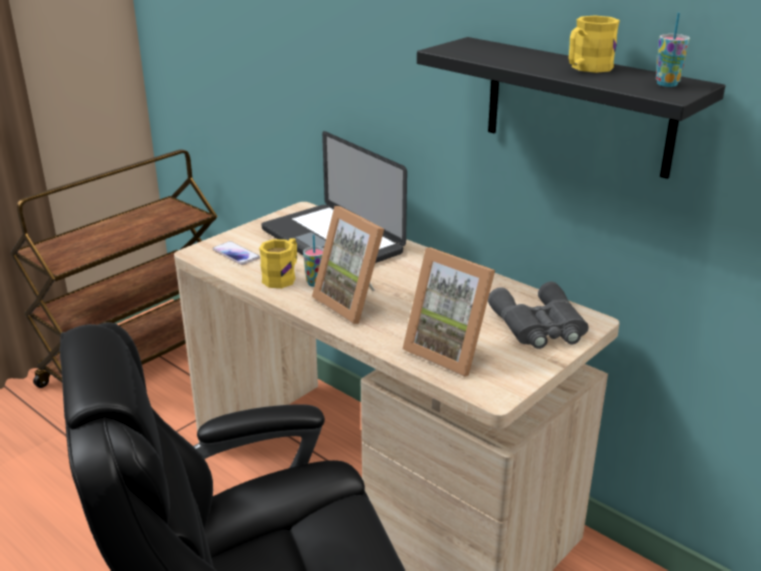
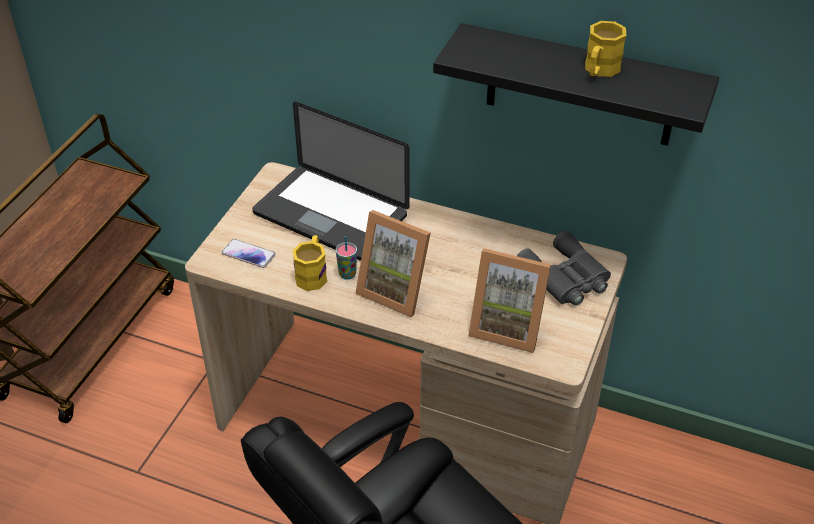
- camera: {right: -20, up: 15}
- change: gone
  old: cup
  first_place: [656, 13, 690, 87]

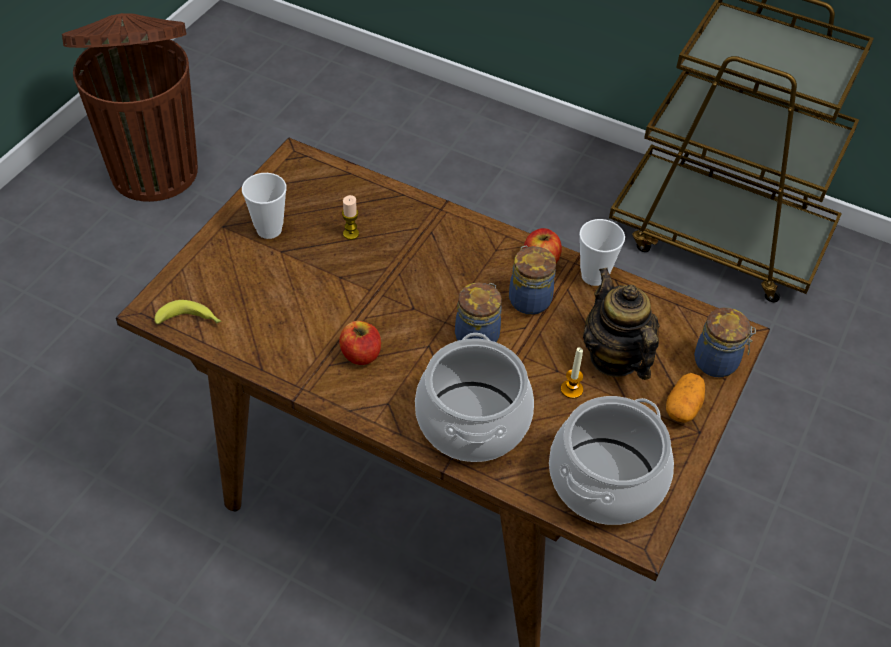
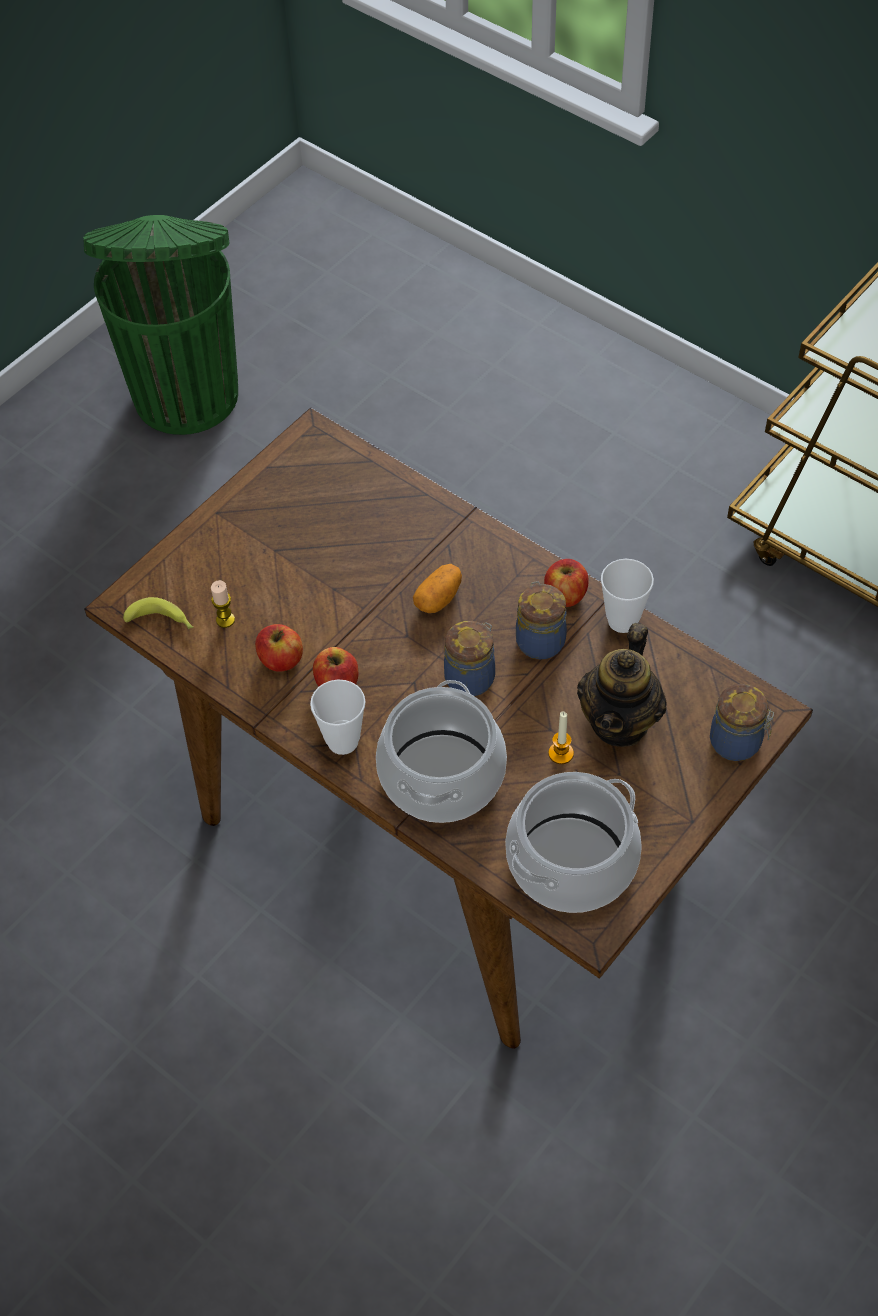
- camera: {right: 15, up: 5}
- change: new
  new: apple
  second_place: [255, 624, 303, 672]
- change: shifted
  old: cup
  first_place: [242, 173, 287, 239]
  second_place: [310, 680, 366, 755]
- change: shifted
  old: candle
  first_place: [342, 195, 359, 240]
  second_place: [211, 580, 235, 628]
- change: shifted
  old: potato
  first_place: [666, 373, 705, 423]
  second_place: [413, 564, 462, 613]
- change: repainted
  old: brown trash can
  new: green trash can
  first_place: [62, 13, 198, 202]
  second_place: [83, 215, 238, 435]
- change: rotated
  old: teapot
  first_place: [583, 268, 659, 380]
  second_place: [577, 623, 667, 747]
  degrees: -150

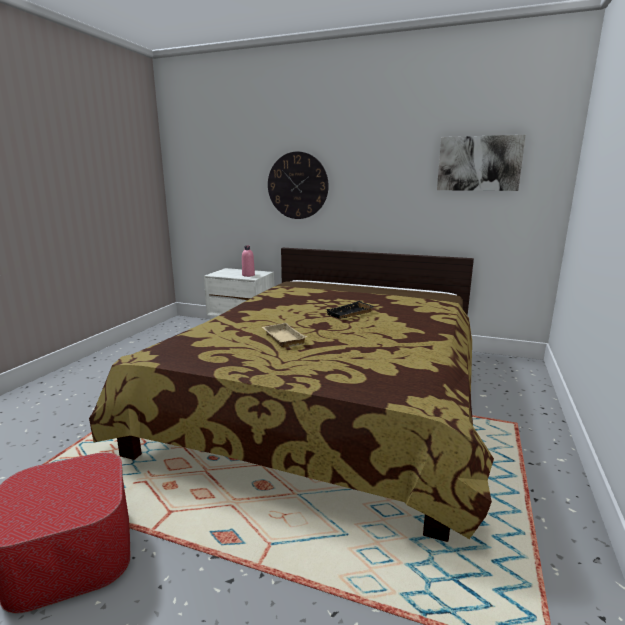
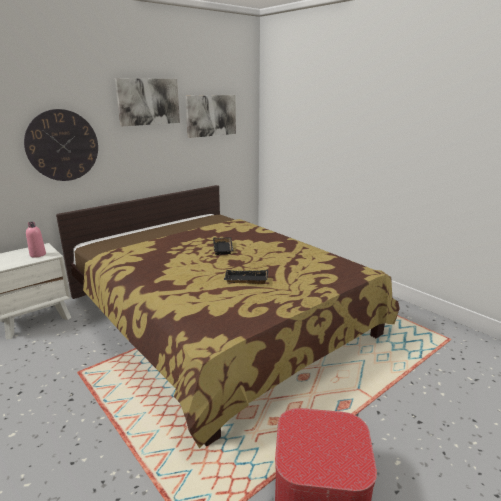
- camera: {right: -60, up: 5}
- change: new
  new: picture
  second_place: [115, 78, 180, 126]
- change: repainted
  old: beige tray
  new: black tray
  first_place: [262, 323, 307, 348]
  second_place: [224, 270, 268, 284]

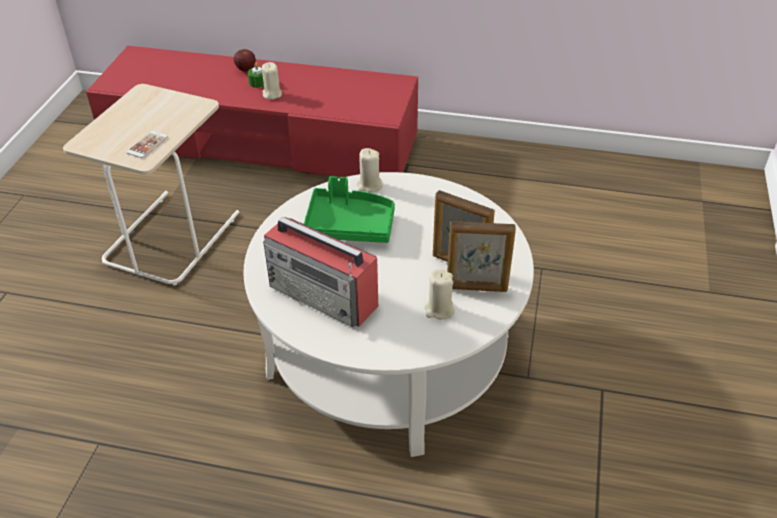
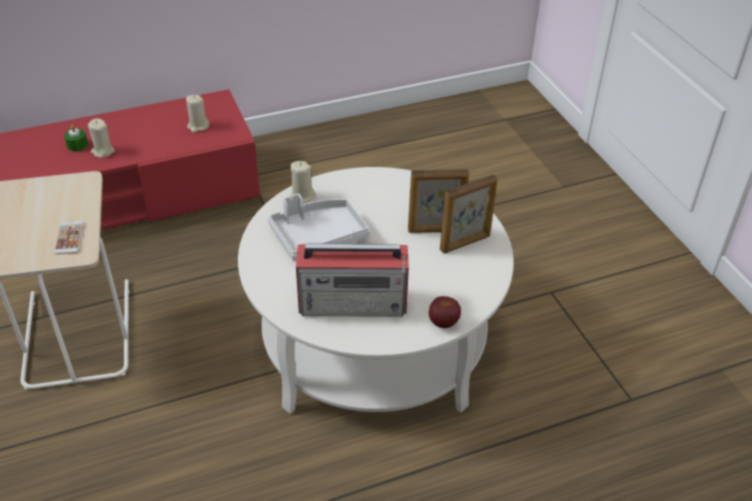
- camera: {right: -35, up: 0}
- change: shifted
  old: apple
  first_place: [234, 49, 256, 72]
  second_place: [429, 296, 461, 328]
- change: shifted
  old: beige candle
  first_place: [424, 269, 455, 320]
  second_place: [186, 95, 210, 133]
- change: repainted
  old: green tray
  new: grey tray
  first_place: [304, 176, 395, 243]
  second_place: [268, 194, 370, 261]

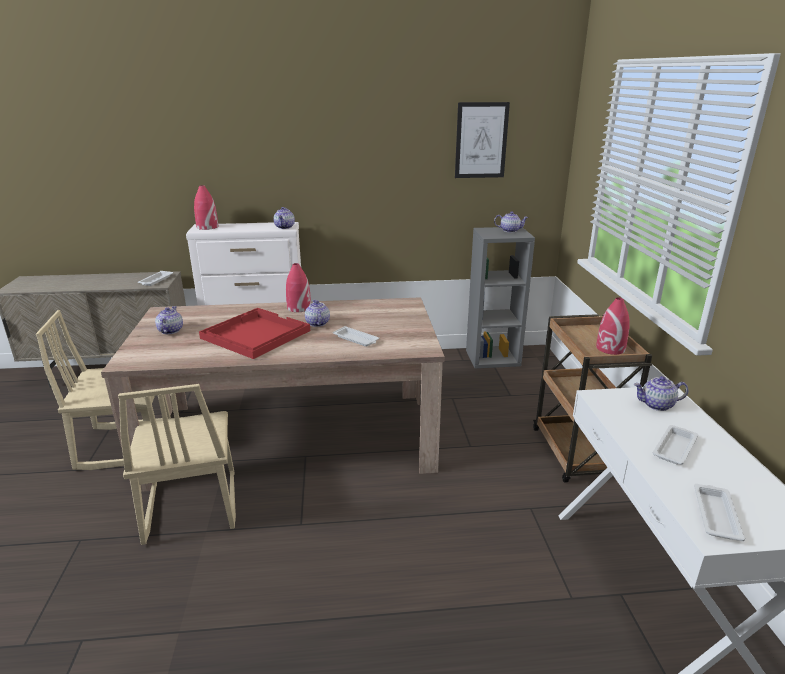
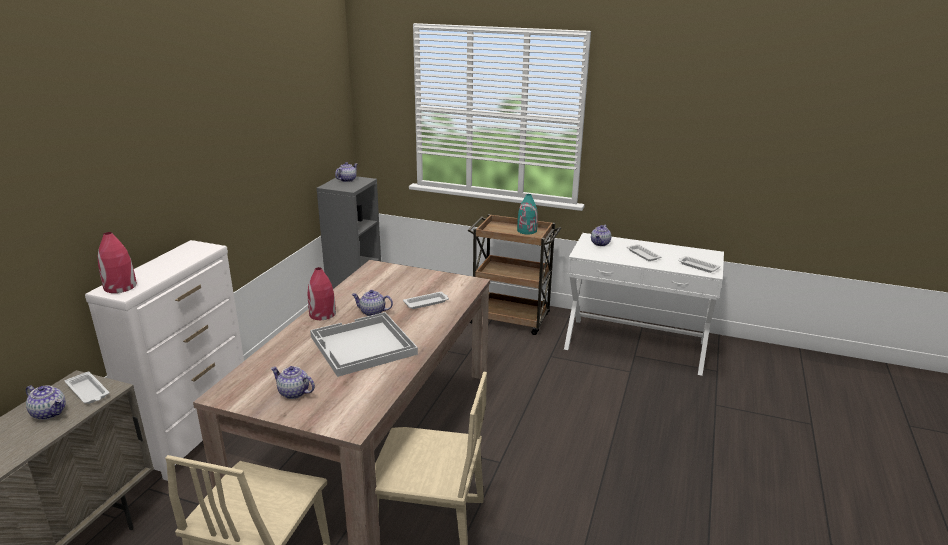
- camera: {right: -65, up: 0}
- change: gone
  old: picture
  first_place: [455, 102, 510, 178]
- change: shifted
  old: teapot
  first_place: [274, 207, 295, 229]
  second_place: [26, 385, 66, 420]
- change: repainted
  old: red tray
  new: white tray
  first_place: [199, 308, 310, 359]
  second_place: [310, 312, 418, 377]
- change: repainted
  old: red vase
  new: turquoise vase
  first_place: [596, 297, 630, 355]
  second_place: [517, 194, 538, 234]

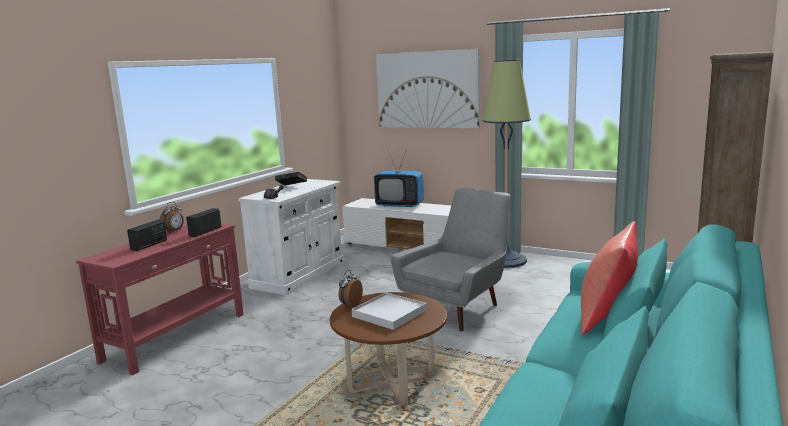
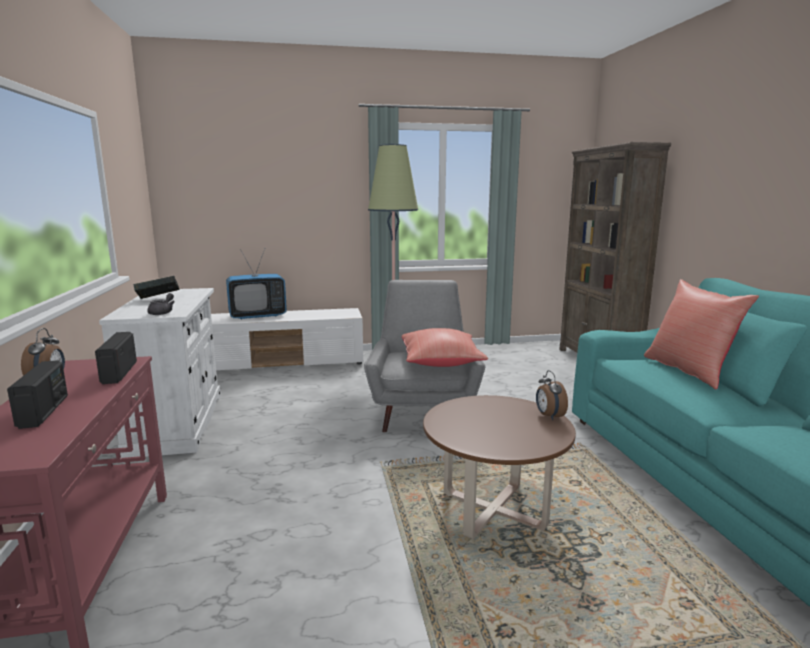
- camera: {right: -40, up: 0}
- change: gone
  old: white tray
  first_place: [352, 292, 427, 330]
- change: gone
  old: picture
  first_place: [376, 49, 480, 128]
- change: new
  new: red pillow
  second_place: [402, 328, 488, 367]
- change: shifted
  old: alarm clock
  first_place: [338, 270, 363, 307]
  second_place: [536, 370, 568, 420]

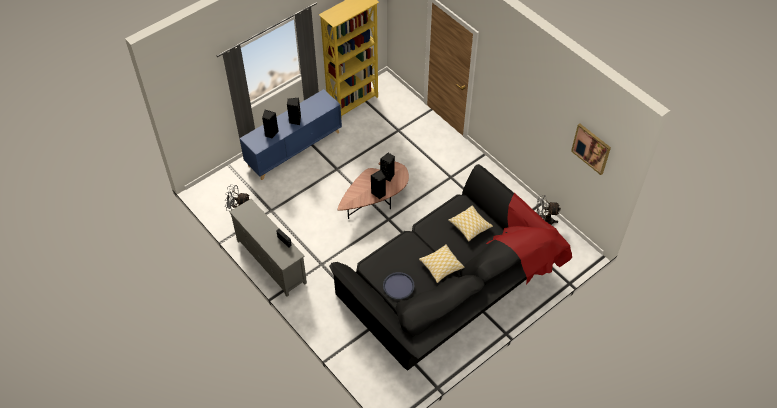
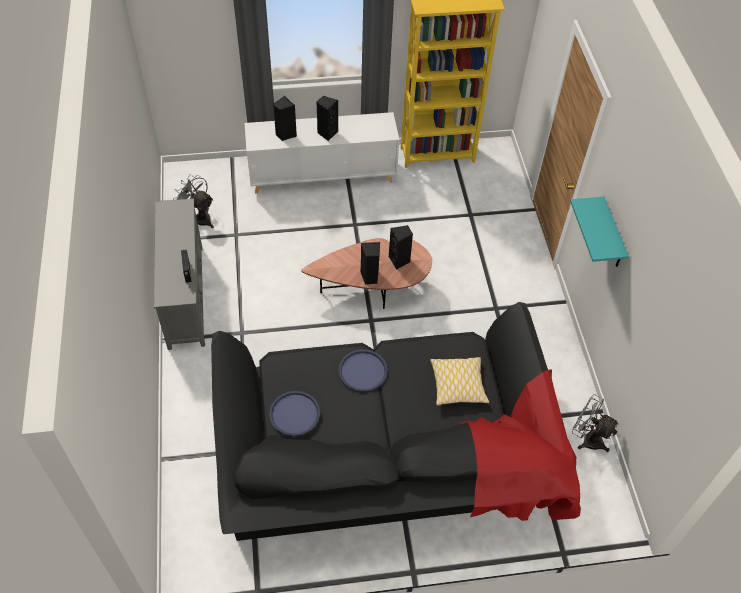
- camera: {right: 30, up: 0}
- change: gone
  old: pillow
  first_place: [419, 244, 465, 283]
- change: gone
  old: picture
  first_place: [571, 124, 611, 175]
- change: new
  new: blue tray
  second_place: [339, 349, 388, 391]
- change: new
  new: turquoise shelf
  second_place: [570, 196, 629, 267]
- change: repainted
  old: blue cabinet
  new: white cabinet
  first_place: [240, 89, 342, 180]
  second_place: [244, 112, 399, 194]

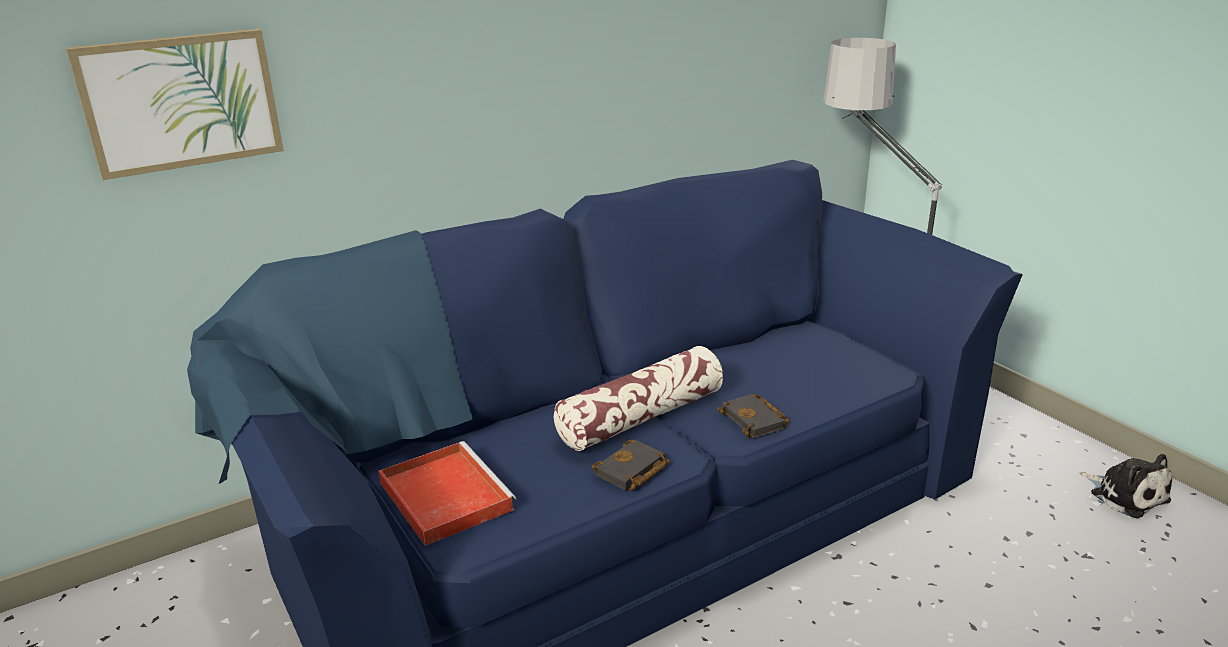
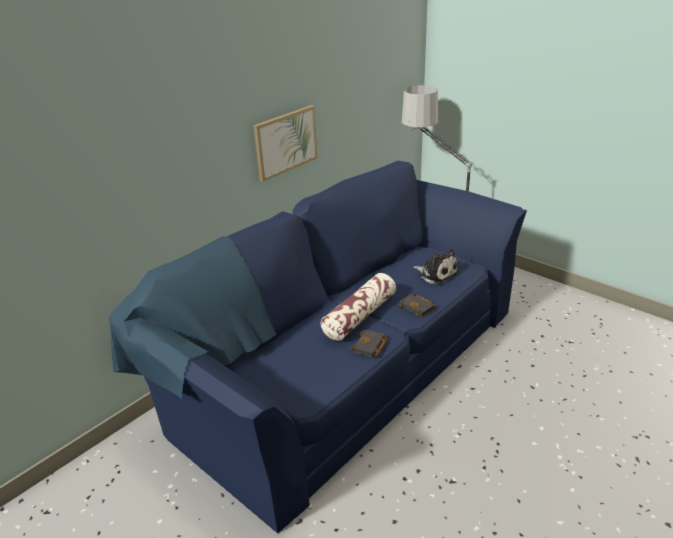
- camera: {right: -15, up: 5}
- change: gone
  old: red tray
  first_place: [379, 441, 516, 546]
- change: shifted
  old: picture
  first_place: [66, 29, 284, 180]
  second_place: [253, 105, 317, 182]
- change: shifted
  old: plush toy
  first_place: [1080, 454, 1173, 518]
  second_place: [413, 249, 458, 285]

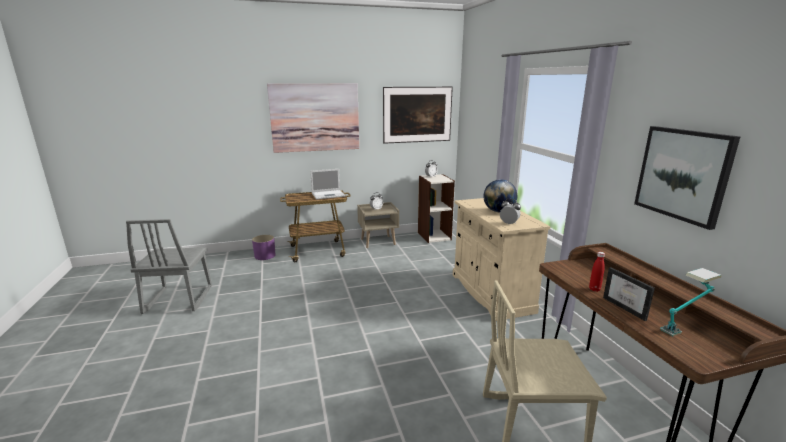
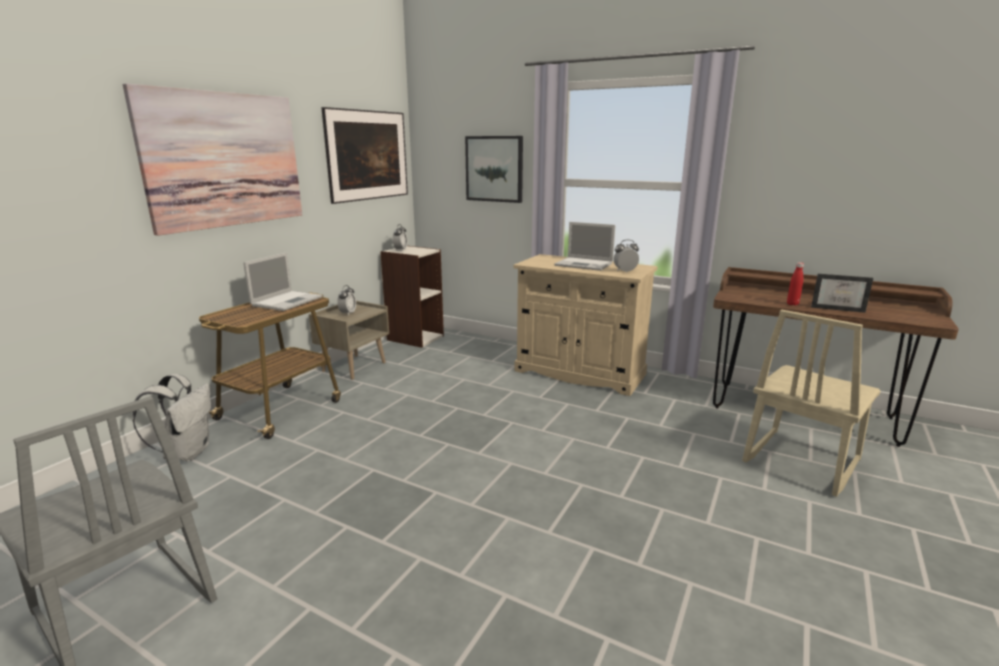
- camera: {right: -45, up: 0}
- change: gone
  old: table lamp
  first_place: [660, 268, 722, 336]
- change: shifted
  old: picture
  first_place: [634, 126, 740, 230]
  second_place: [465, 136, 523, 203]
- change: swapped
  old: purple planter
  new: white backpack
  first_place: [252, 235, 276, 260]
  second_place: [133, 374, 211, 461]
- change: swapped
  old: globe
  new: laptop
  first_place: [484, 179, 517, 212]
  second_place: [554, 222, 615, 271]

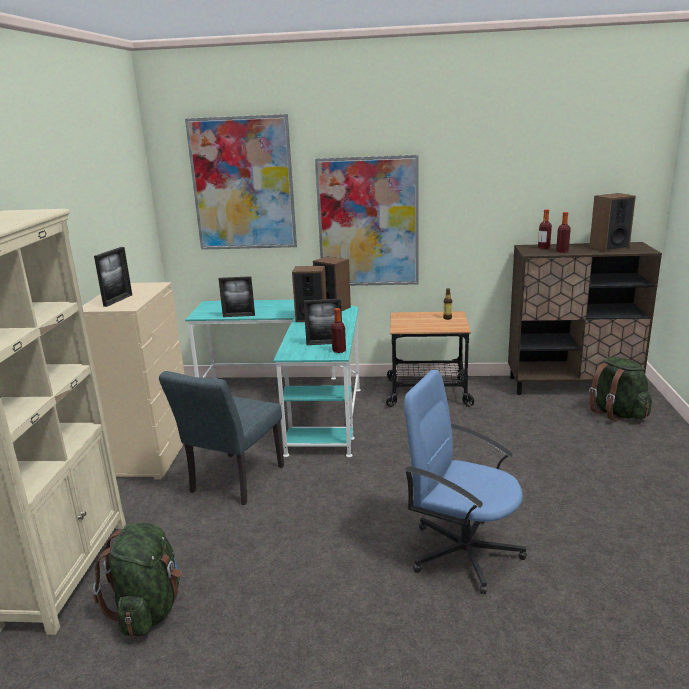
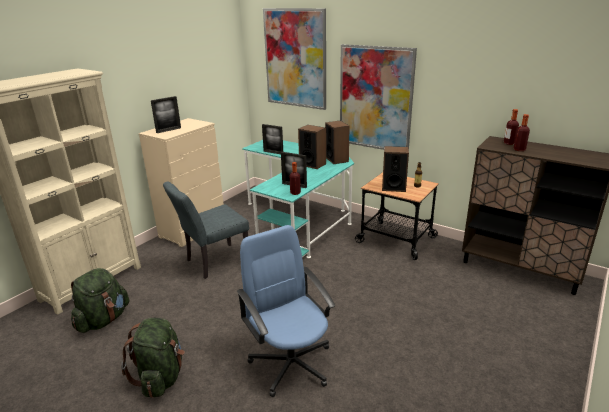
- camera: {right: 30, up: 5}
- change: shifted
  old: speaker
  first_place: [589, 193, 636, 252]
  second_place: [382, 146, 409, 192]
- change: shifted
  old: green backpack
  first_place: [589, 357, 652, 421]
  second_place: [121, 318, 185, 398]

